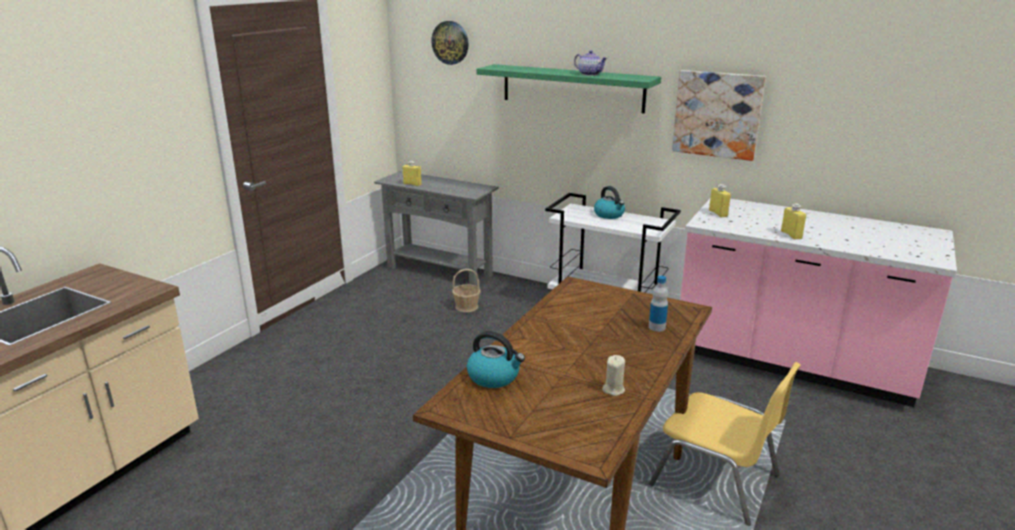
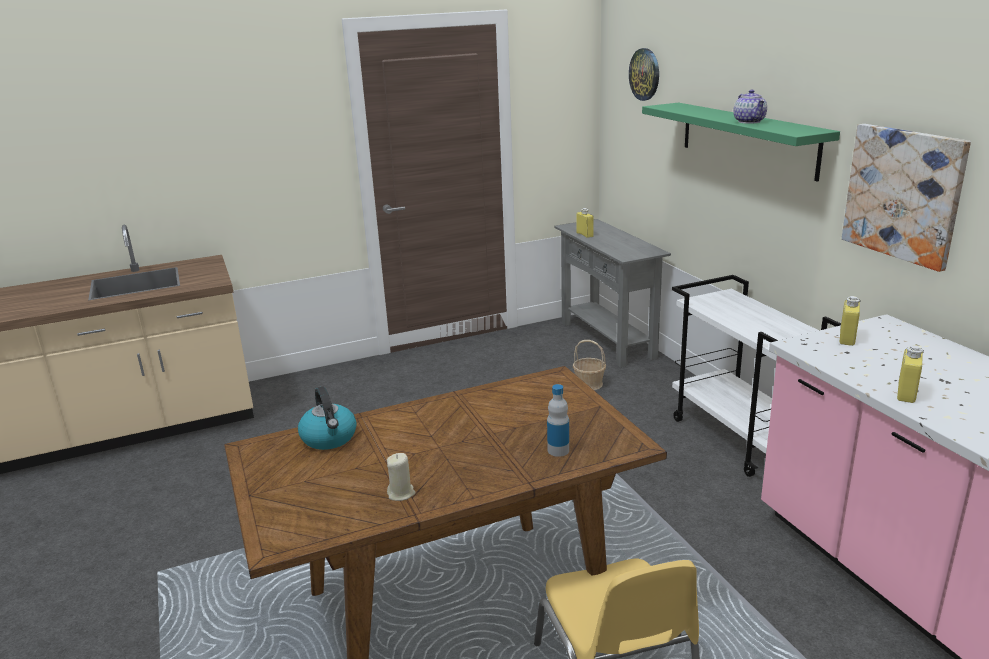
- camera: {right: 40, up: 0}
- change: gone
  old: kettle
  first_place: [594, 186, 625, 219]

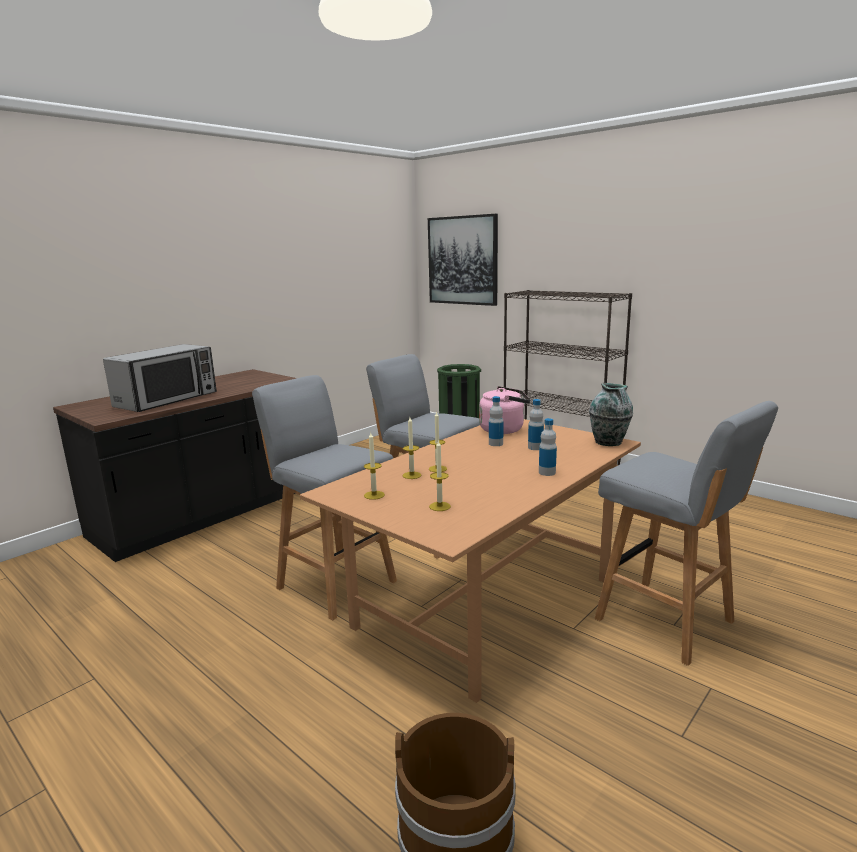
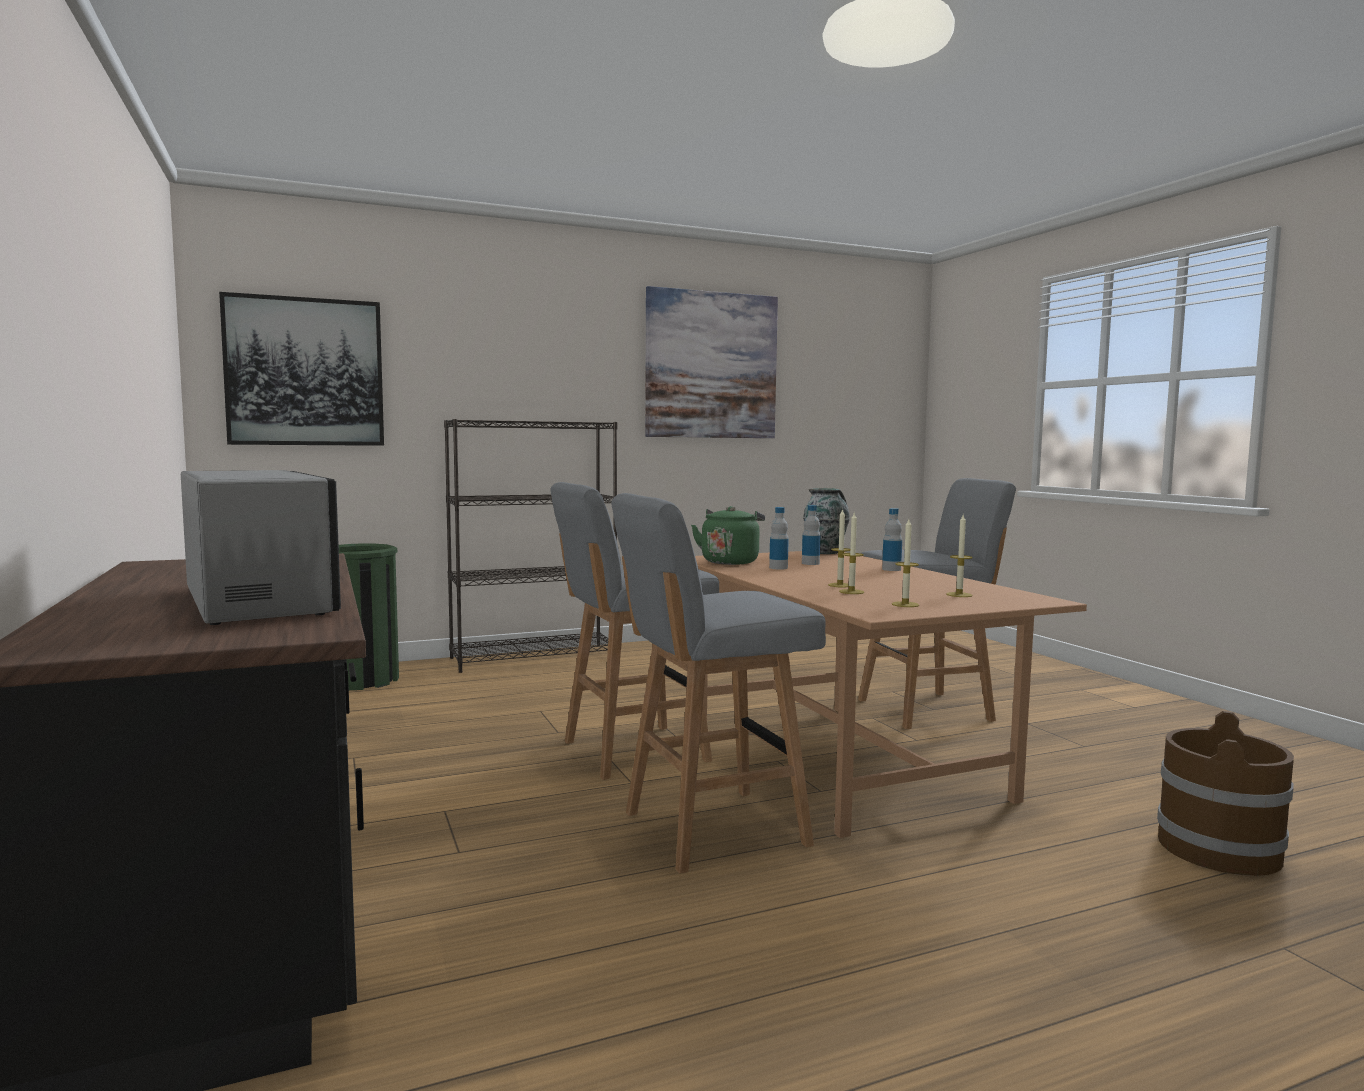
- camera: {right: -65, up: -10}
- change: new
  new: picture
  second_place: [645, 286, 778, 438]
- change: repainted
  old: pink kettle
  new: green kettle
  first_place: [479, 386, 531, 434]
  second_place: [691, 506, 765, 565]

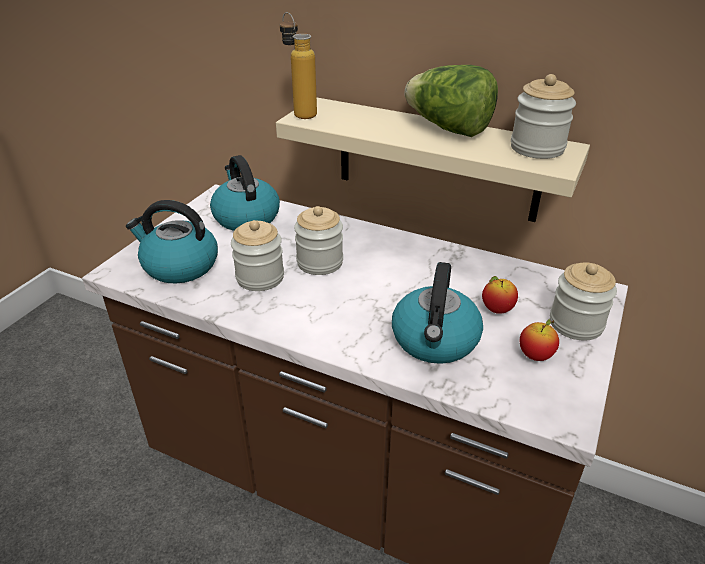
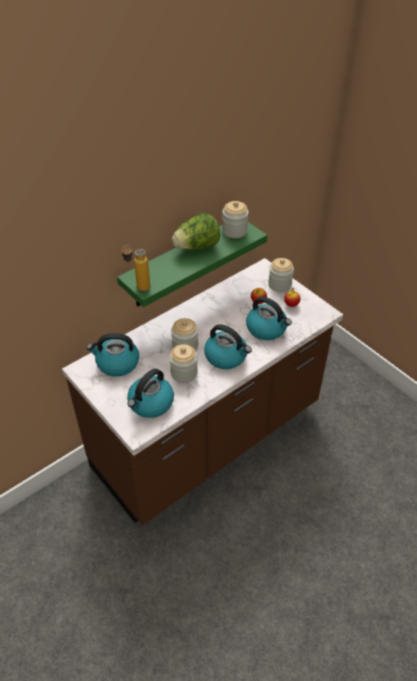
- camera: {right: -65, up: 10}
- change: new
  new: kettle
  second_place: [204, 324, 252, 369]
- change: repainted
  old: beige shelf
  new: green shelf
  first_place: [276, 98, 590, 222]
  second_place: [117, 222, 267, 307]

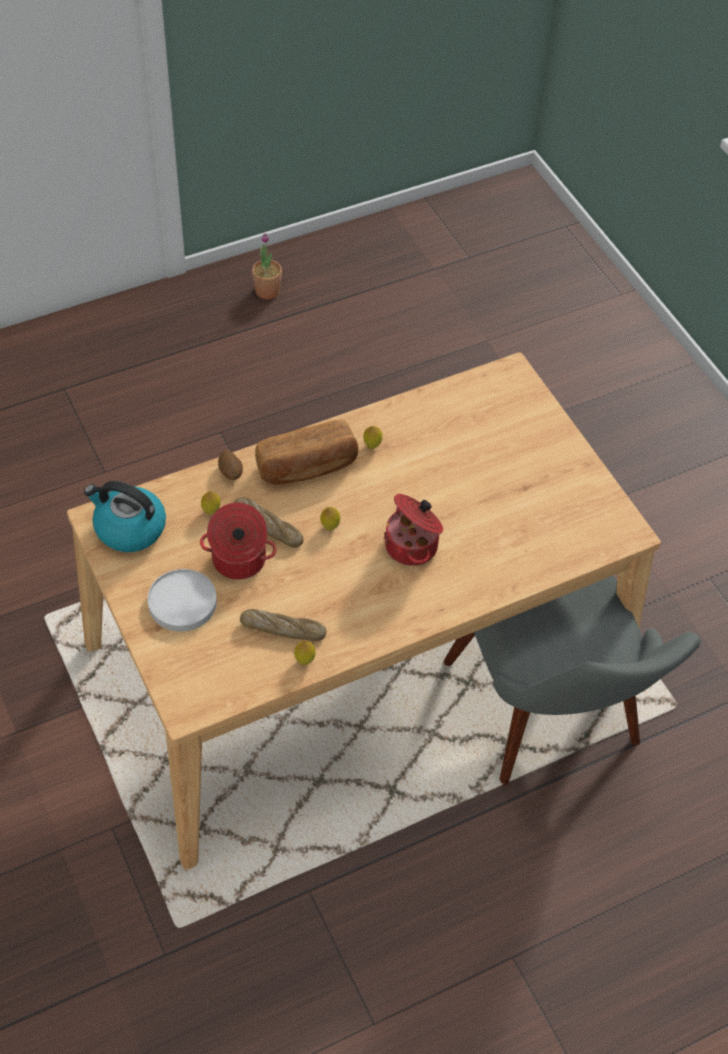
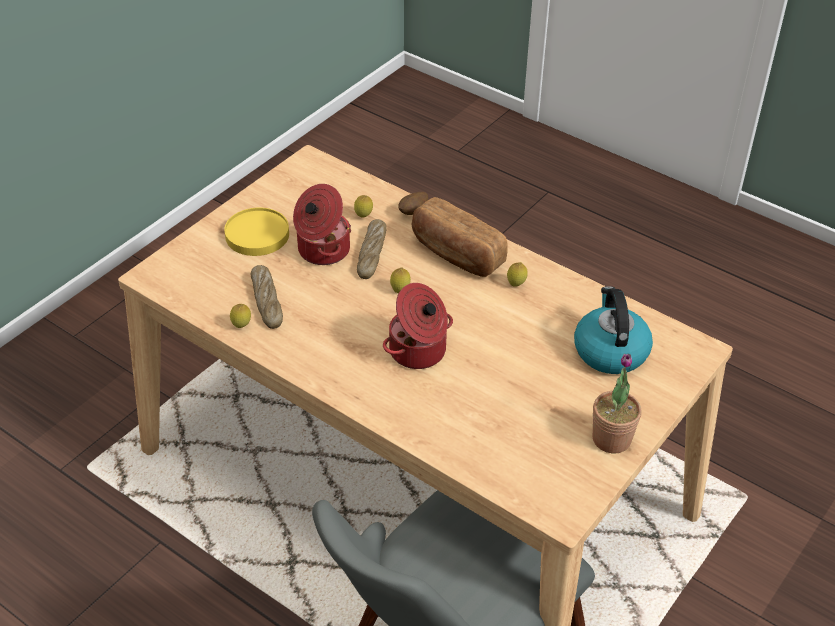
- camera: {right: 65, up: -10}
- change: shifted
  old: kettle
  first_place: [84, 481, 166, 552]
  second_place: [574, 286, 653, 374]
- change: shifted
  old: potted plant
  first_place: [252, 233, 282, 299]
  second_place: [593, 354, 642, 454]
- change: repainted
  old: white plate
  new: yellow plate
  first_place: [148, 569, 217, 631]
  second_place: [224, 208, 289, 256]

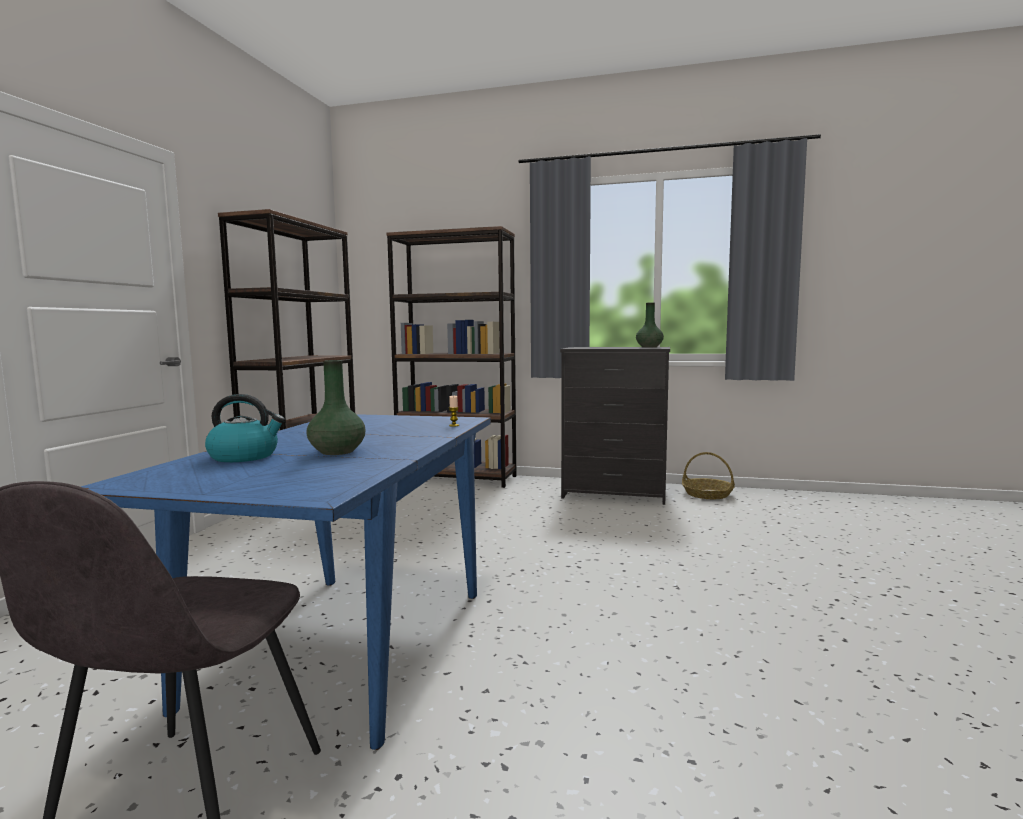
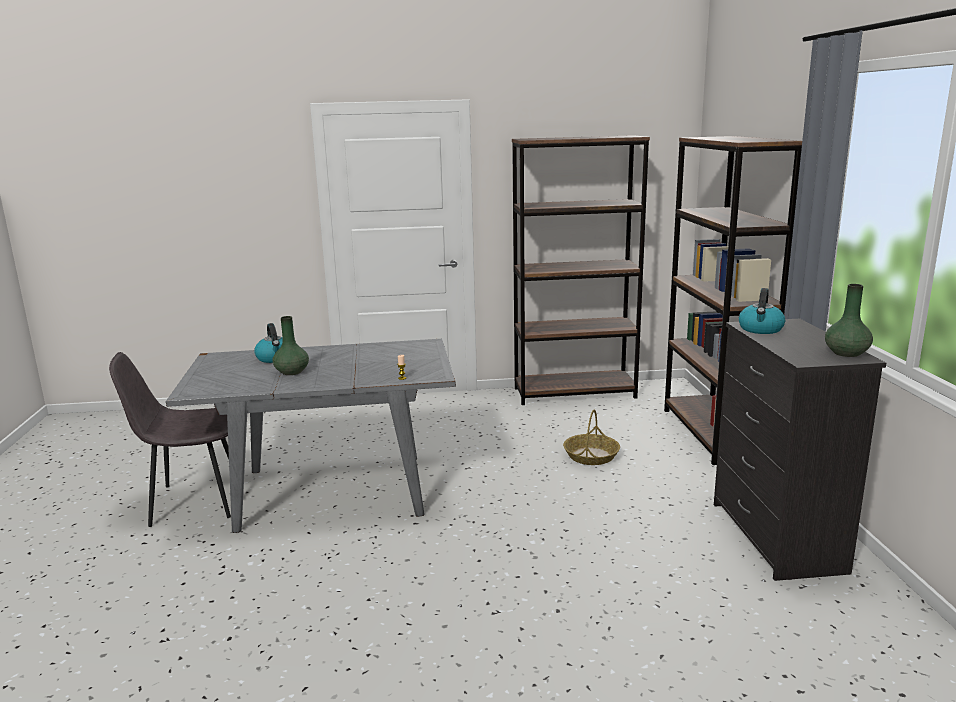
- camera: {right: 70, up: 10}
- change: new
  new: kettle
  second_place: [739, 288, 785, 334]
- change: shifted
  old: basket
  first_place: [682, 452, 735, 499]
  second_place: [563, 410, 620, 465]
- change: repainted
  old: blue dining table
  new: grey dining table
  first_place: [81, 414, 491, 750]
  second_place: [166, 339, 456, 533]

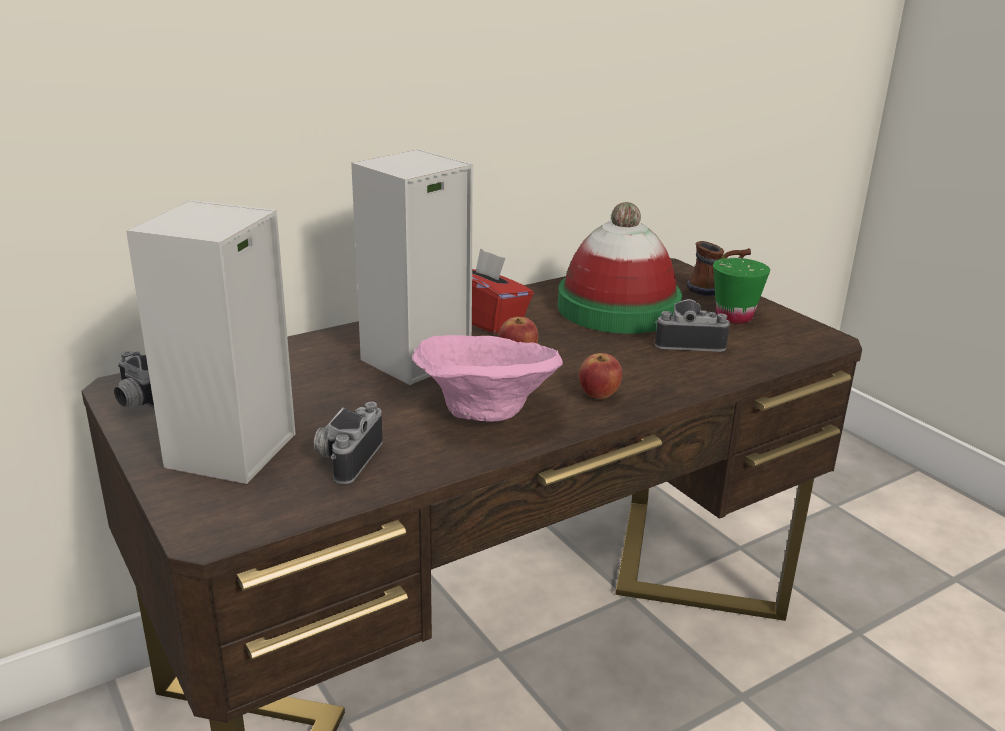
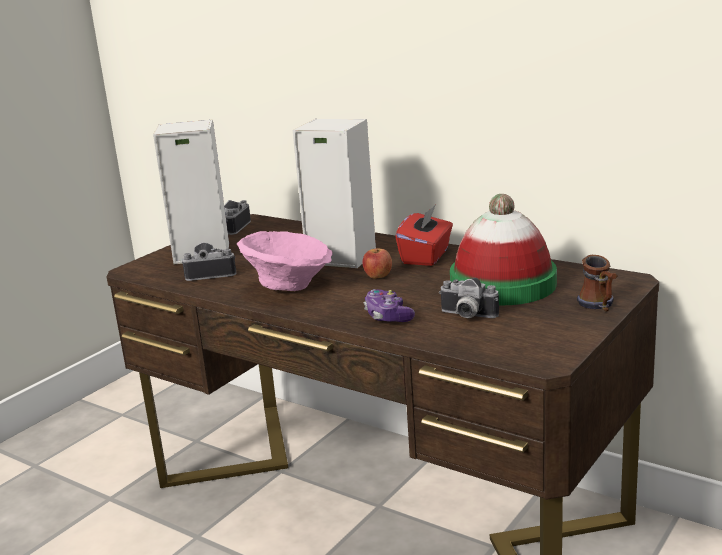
- camera: {right: 70, up: -5}
- change: gone
  old: apple
  first_place: [579, 353, 622, 399]
- change: gone
  old: green cup
  first_place: [713, 258, 770, 324]
- change: new
  new: game controller
  second_place: [364, 289, 415, 322]
- change: rotated
  old: photo camera
  first_place: [655, 299, 730, 352]
  second_place: [439, 278, 499, 318]
  degrees: 135

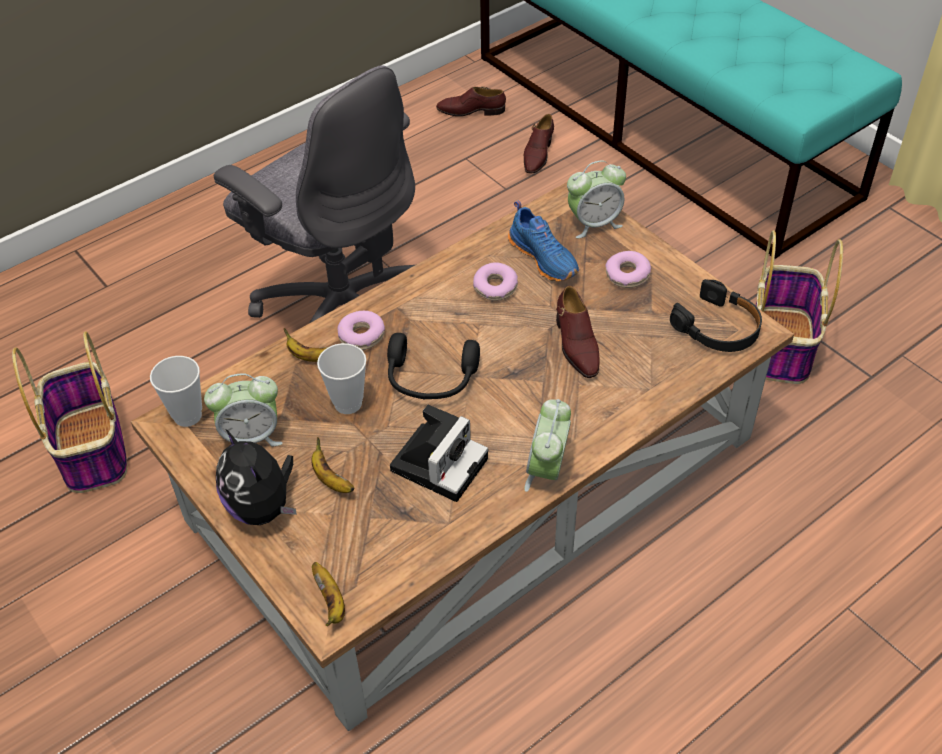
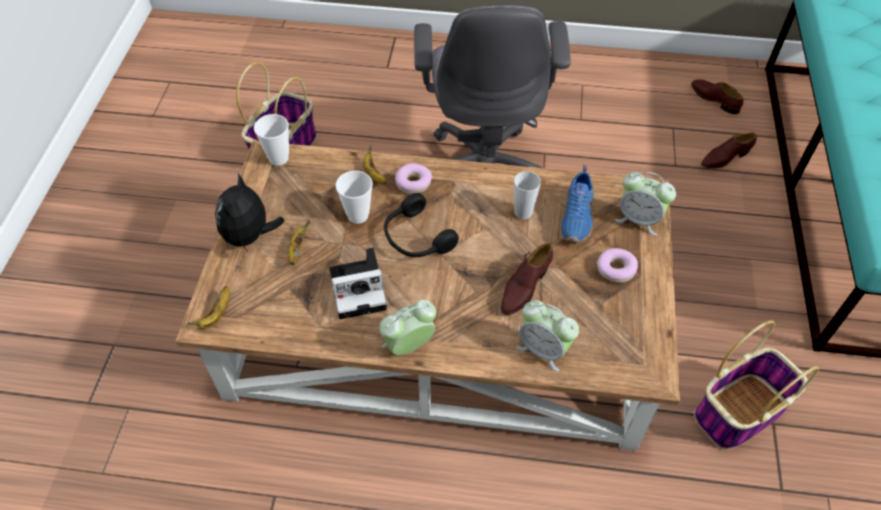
- camera: {right: 45, up: 5}
- change: gone
  old: black headphones
  first_place: [670, 279, 762, 352]
- change: shifted
  old: alarm clock
  first_place: [204, 373, 283, 446]
  second_place: [516, 300, 579, 372]
- change: swapped
  old: donut
  new: cup
  first_place: [473, 262, 518, 301]
  second_place: [514, 171, 541, 219]

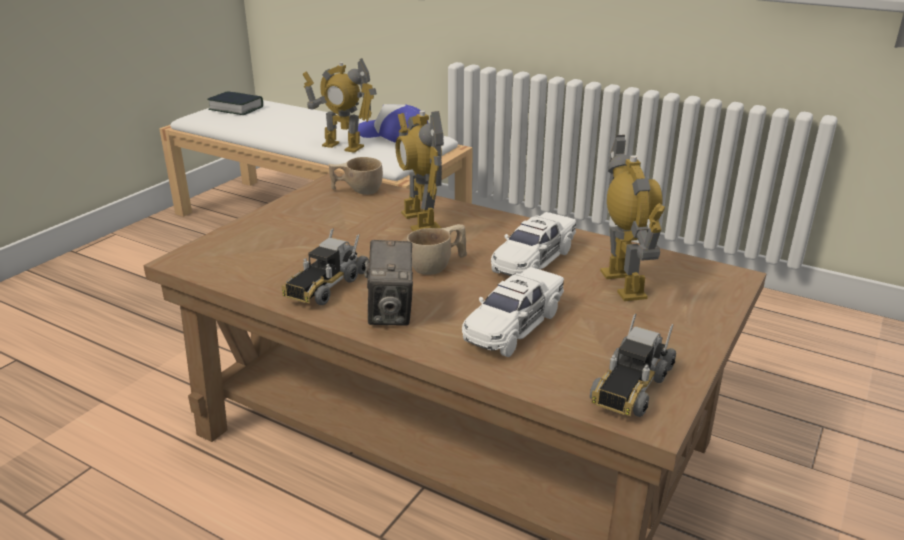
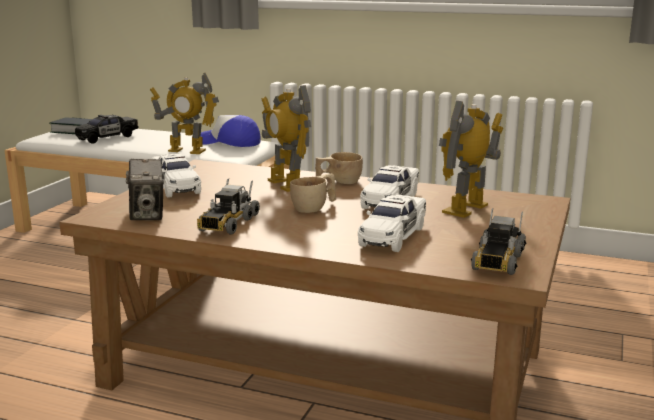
- camera: {right: -10, up: -10}
- change: new
  new: black toy car
  second_place: [75, 115, 139, 143]
- change: new
  new: white toy car
  second_place: [152, 153, 201, 198]
- change: shifted
  old: beige cup
  first_place: [329, 157, 383, 195]
  second_place: [315, 152, 363, 184]
- change: shifted
  old: photo camera
  first_place: [364, 240, 413, 326]
  second_place: [126, 159, 163, 220]
- change: rotated
  old: toy robot
  first_place: [600, 135, 665, 301]
  second_place: [439, 101, 503, 218]
  degrees: -120

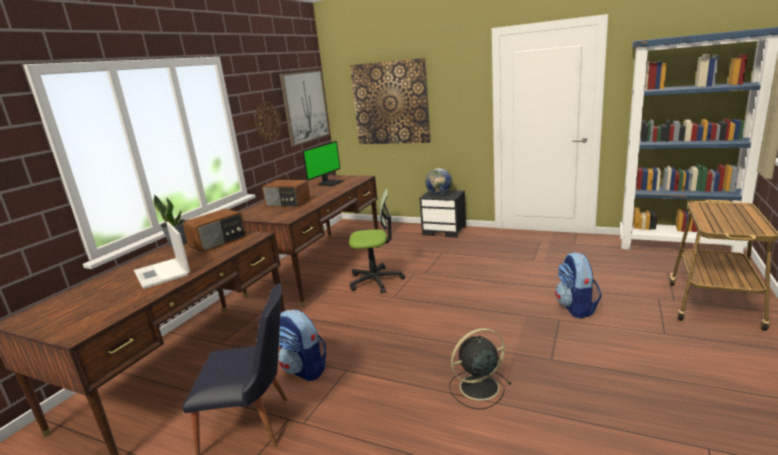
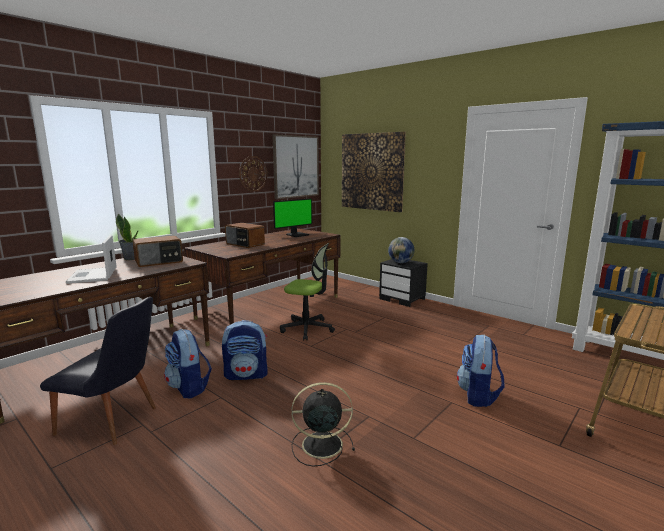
- camera: {right: 15, up: -5}
- change: new
  new: backpack
  second_place: [222, 320, 268, 380]

